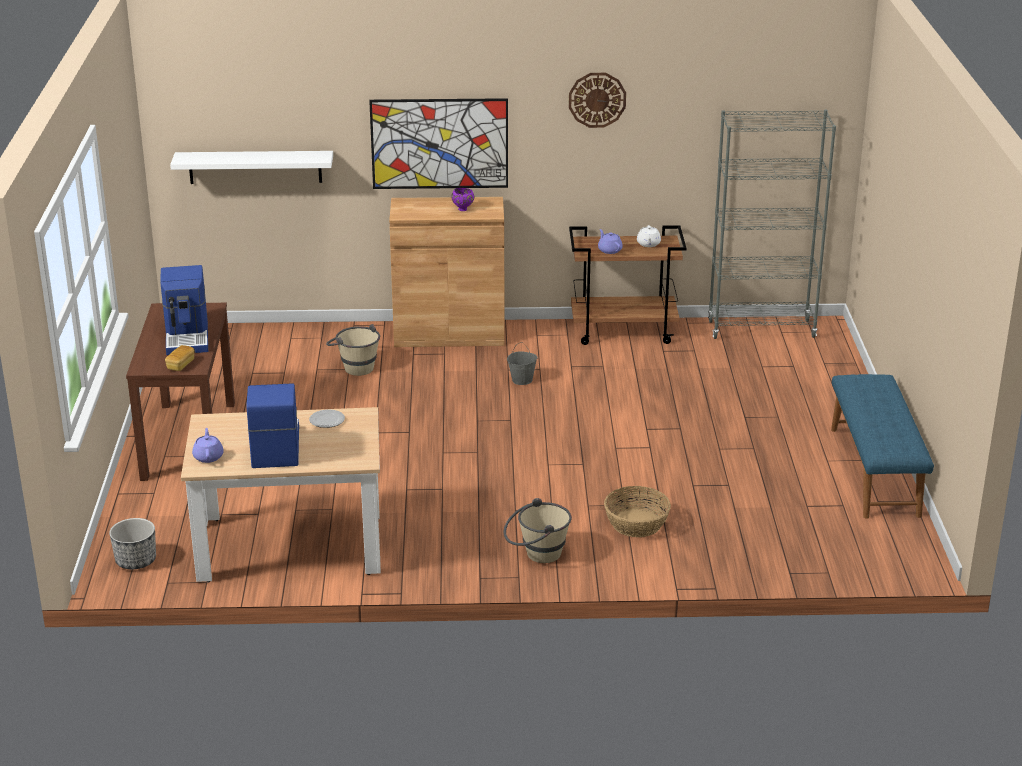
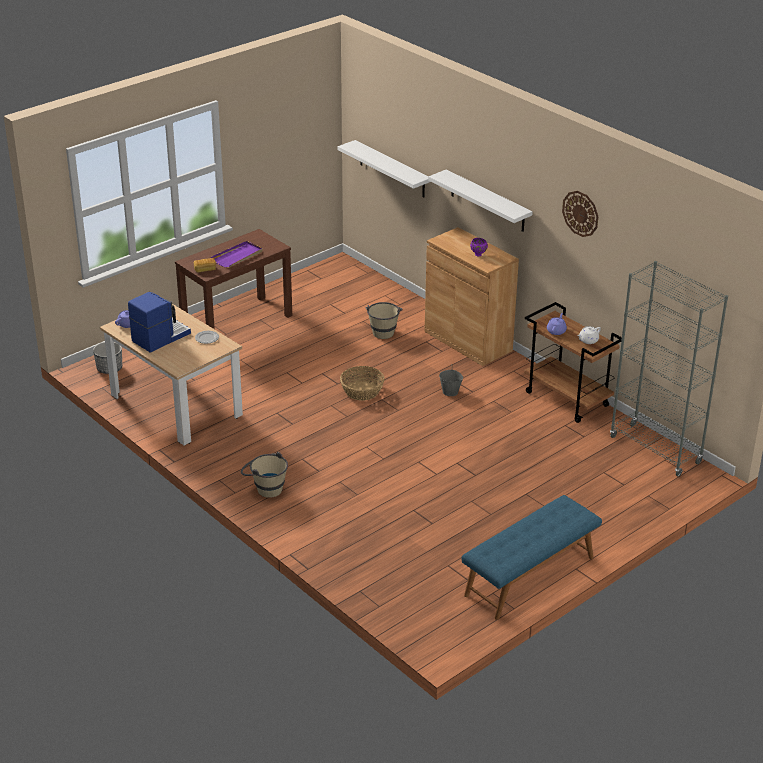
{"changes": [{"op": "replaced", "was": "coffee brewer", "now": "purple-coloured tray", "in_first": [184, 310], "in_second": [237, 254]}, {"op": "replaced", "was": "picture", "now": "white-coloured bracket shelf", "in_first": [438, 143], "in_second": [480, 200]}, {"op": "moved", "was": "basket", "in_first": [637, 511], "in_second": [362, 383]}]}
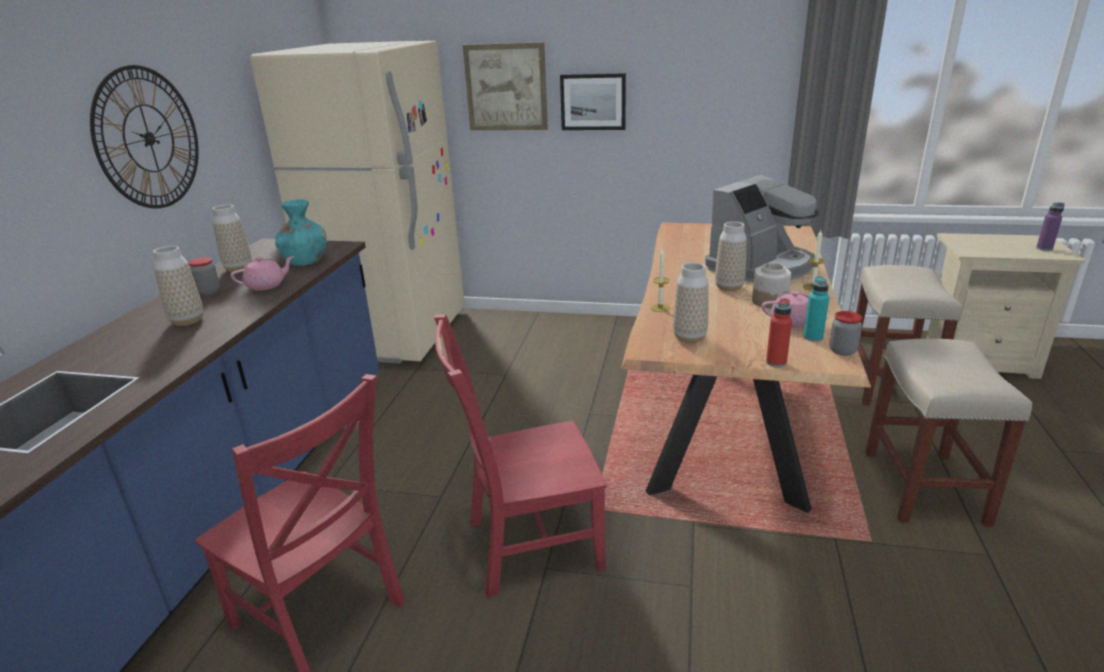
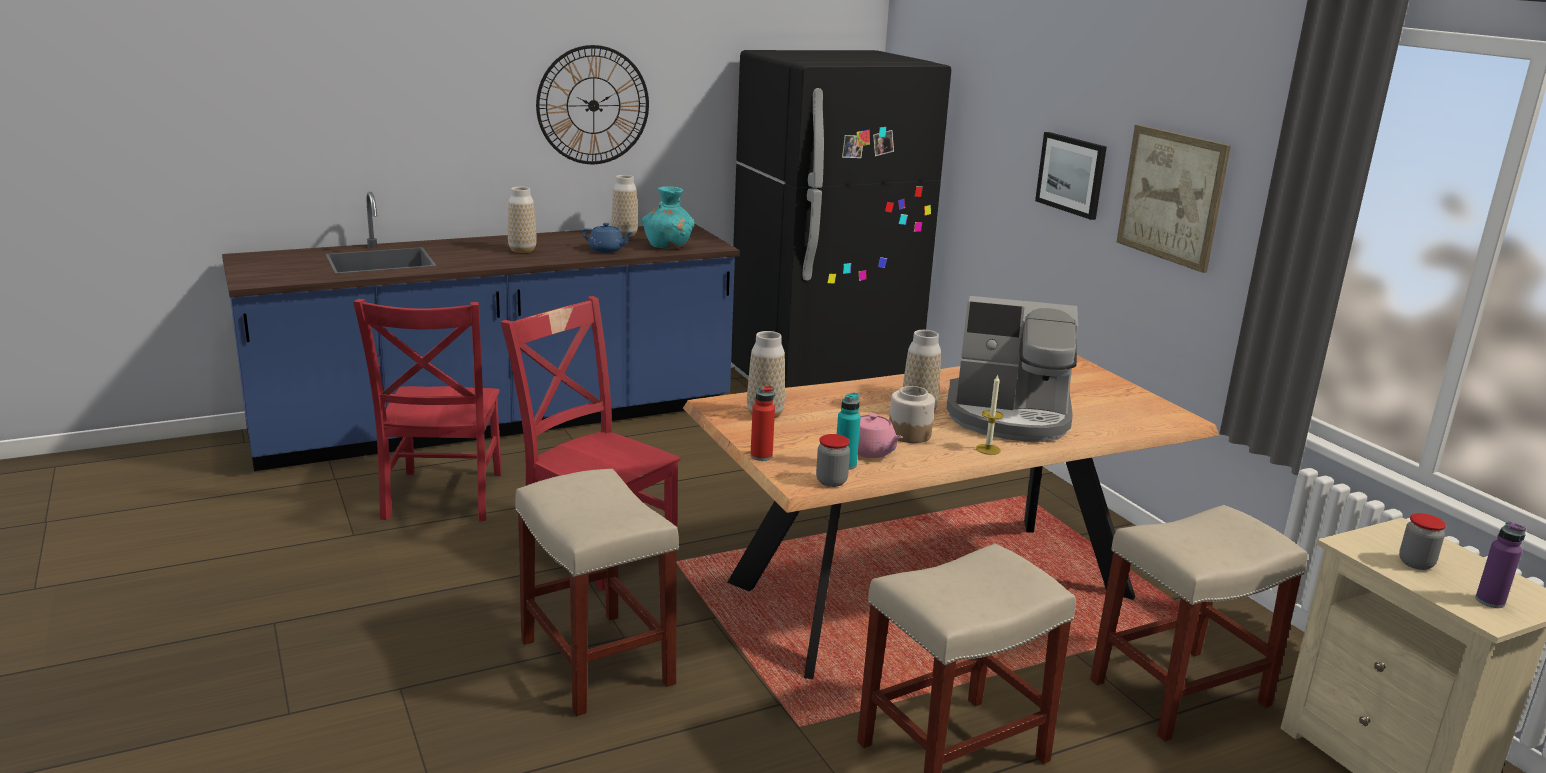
{"changes": [{"op": "moved", "was": "preserve jar", "in_first": [204, 276], "in_second": [1422, 541]}, {"op": "recoloured", "was": "pink teapot", "now": "blue-coloured teapot", "in_first": [262, 273], "in_second": [607, 238]}, {"op": "recoloured", "was": "sand-coloured fridge", "now": "blackish fridge", "in_first": [358, 202], "in_second": [841, 219]}, {"op": "moved", "was": "picture", "in_first": [505, 86], "in_second": [1174, 199]}, {"op": "removed", "was": "wax light", "in_first": [660, 280]}, {"op": "added", "now": "sand-coloured stool seat", "in_second": [597, 592]}]}
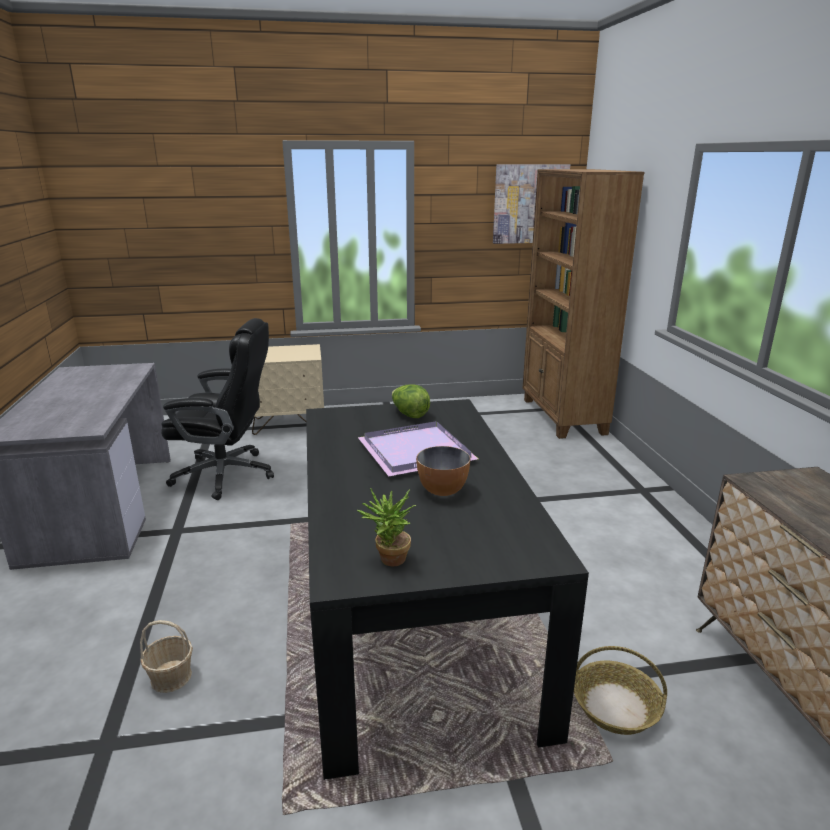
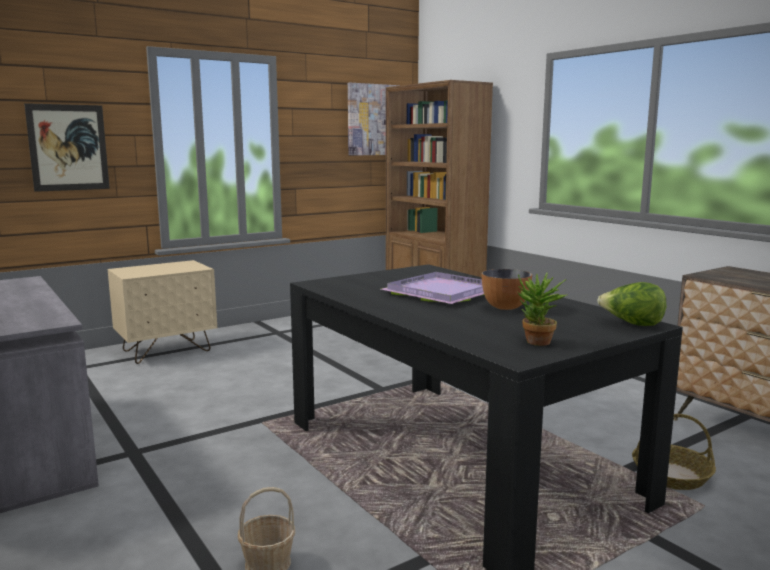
{"changes": [{"op": "removed", "was": "blackish office chair", "in_first": [217, 409]}, {"op": "moved", "was": "lettuce head", "in_first": [411, 401], "in_second": [631, 304]}, {"op": "added", "now": "picture", "in_second": [67, 147]}]}
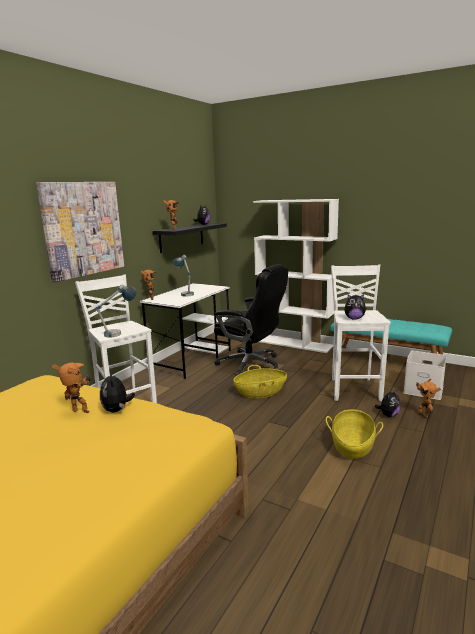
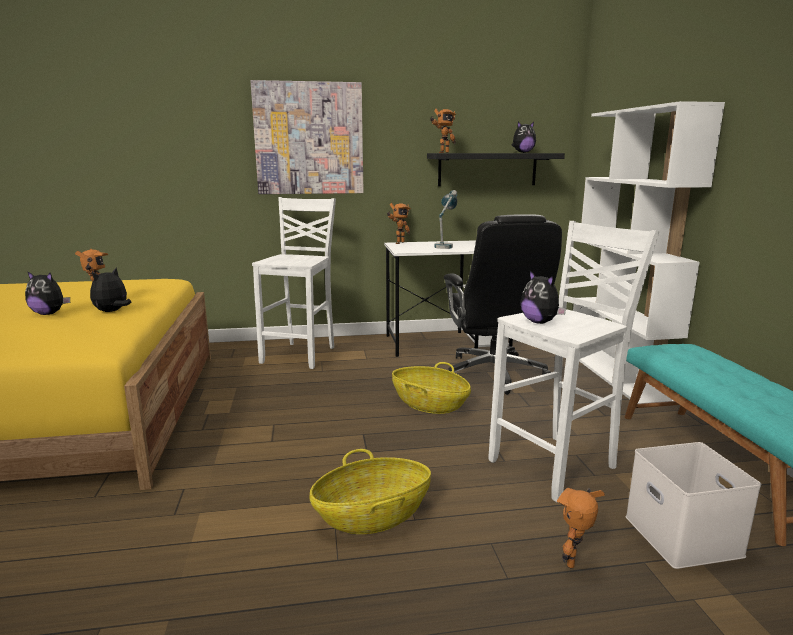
{"changes": [{"op": "removed", "was": "lamp for a table", "in_first": [116, 311]}, {"op": "moved", "was": "plush toy", "in_first": [388, 403], "in_second": [47, 293]}]}
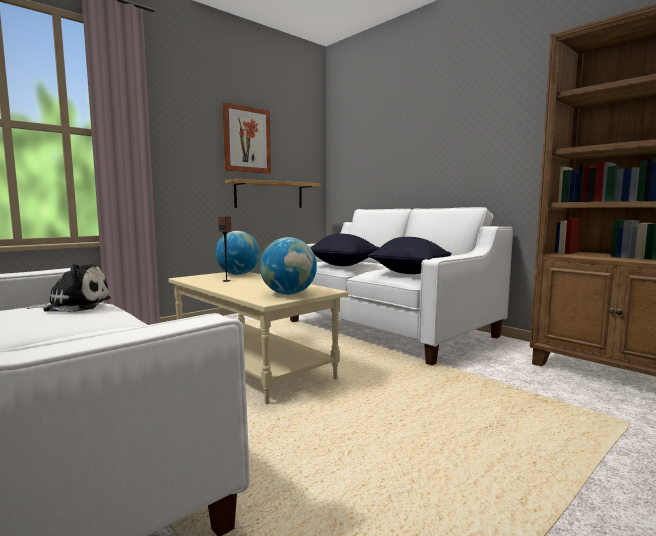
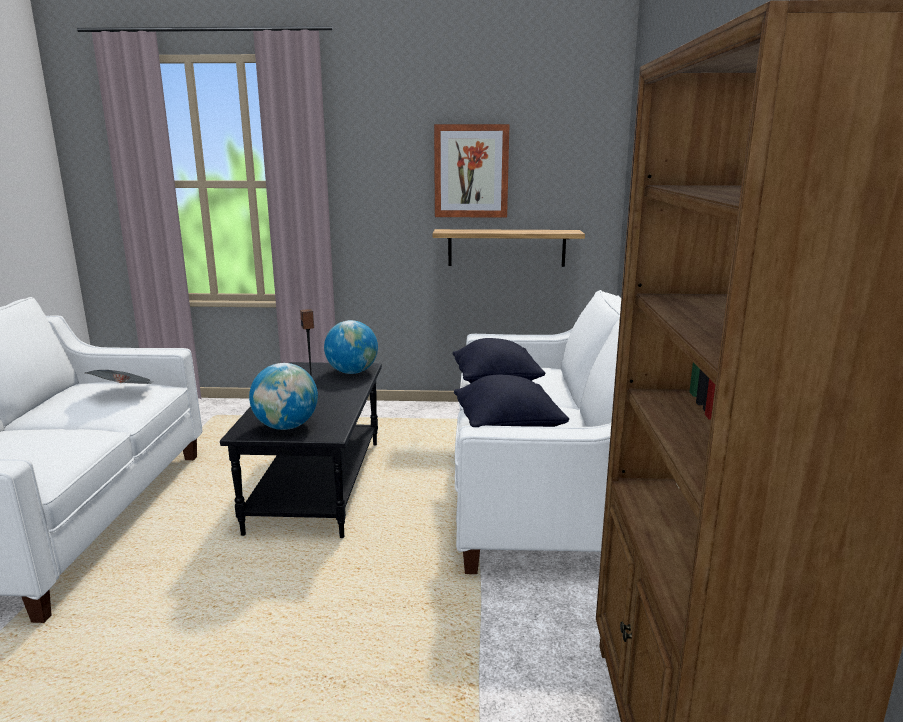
{"changes": [{"op": "replaced", "was": "plush toy", "now": "daily paper", "in_first": [69, 288], "in_second": [119, 377]}, {"op": "recoloured", "was": "sand-coloured lounge table", "now": "blackish lounge table", "in_first": [258, 338], "in_second": [301, 450]}]}
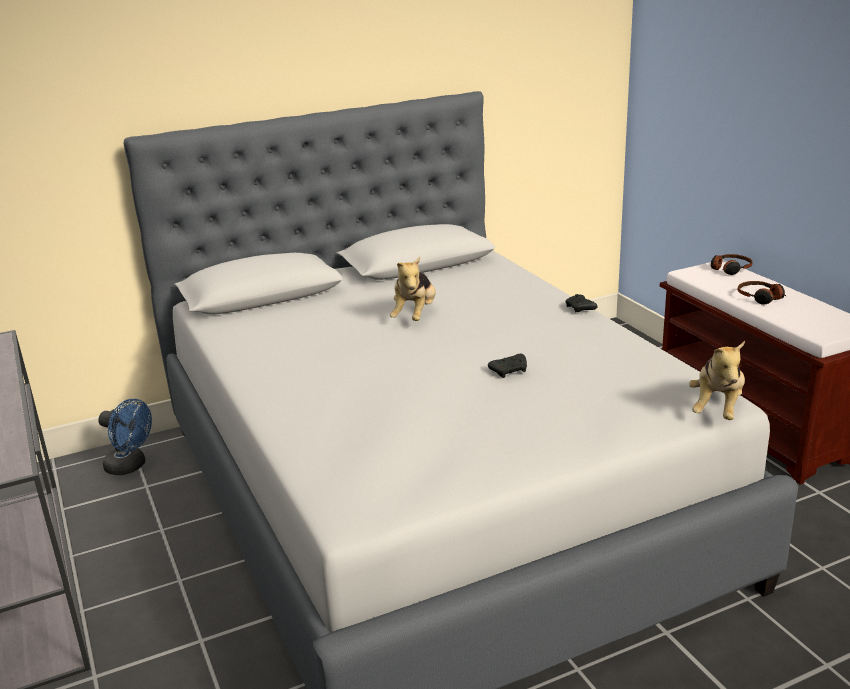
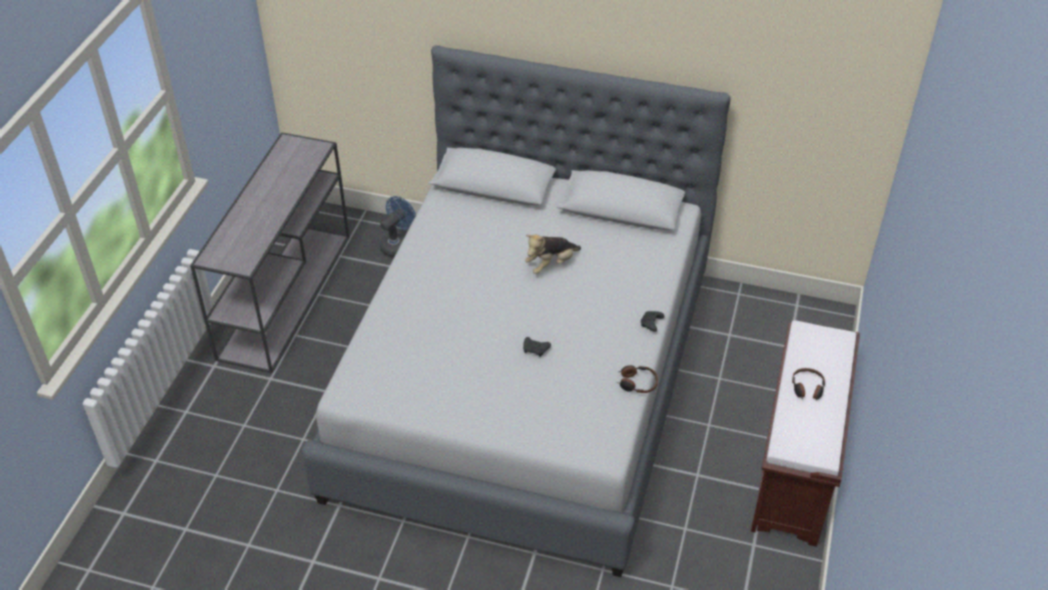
{"changes": [{"op": "turned", "was": "blue-coloured electric fan", "in_first": [125, 437], "in_second": [398, 226], "clockwise": -120}, {"op": "removed", "was": "plush toy", "in_first": [717, 380]}, {"op": "moved", "was": "headphones", "in_first": [732, 264], "in_second": [637, 379]}]}
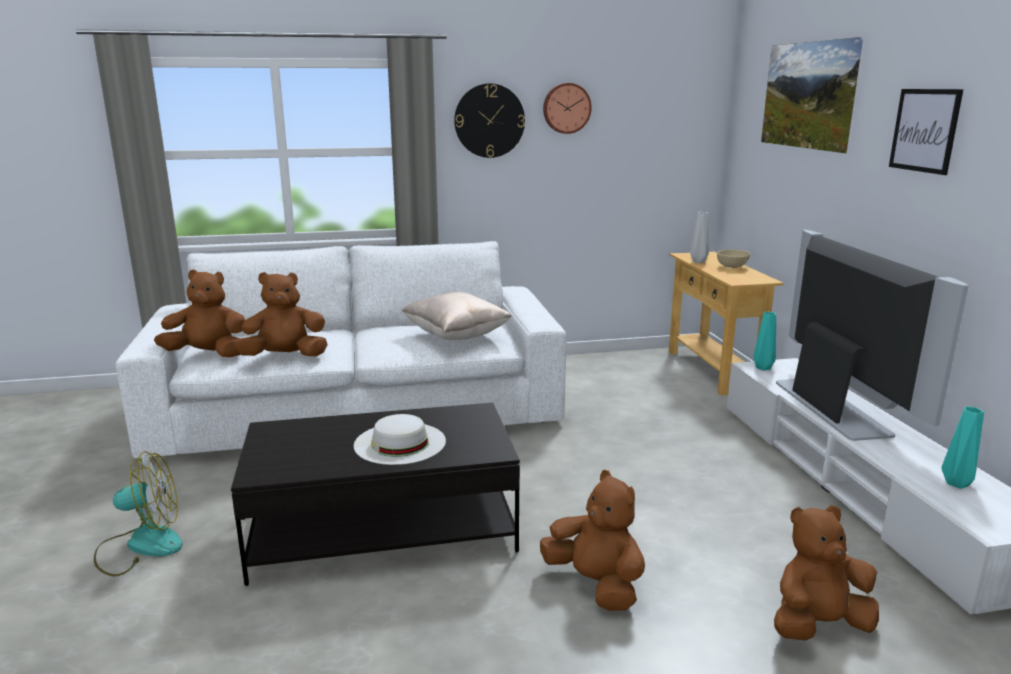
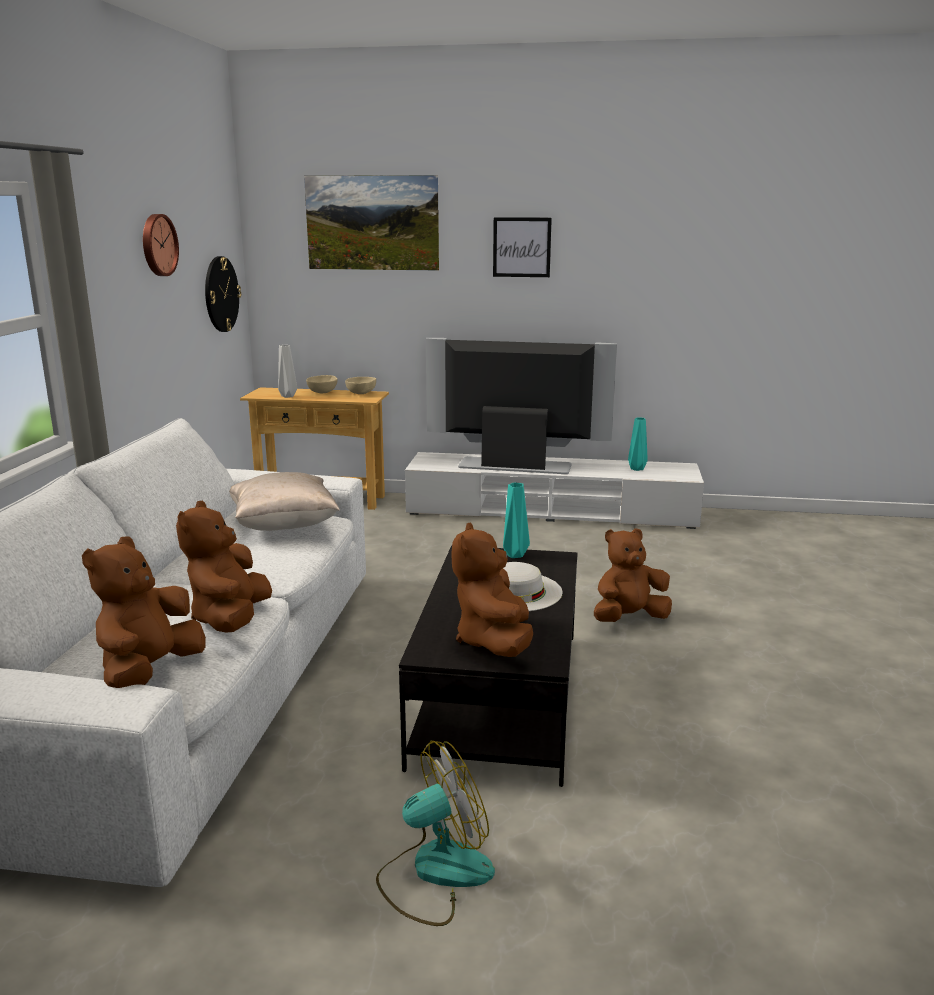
{"changes": [{"op": "turned", "was": "electric fan", "in_first": [138, 513], "in_second": [435, 833], "clockwise": 60}, {"op": "moved", "was": "clock on the wall", "in_first": [489, 120], "in_second": [223, 294]}, {"op": "moved", "was": "turquoise-coloured flower vase", "in_first": [764, 341], "in_second": [516, 520]}, {"op": "moved", "was": "brown plush toy", "in_first": [826, 573], "in_second": [492, 589]}, {"op": "added", "now": "sand-coloured bowl", "in_second": [360, 385]}]}
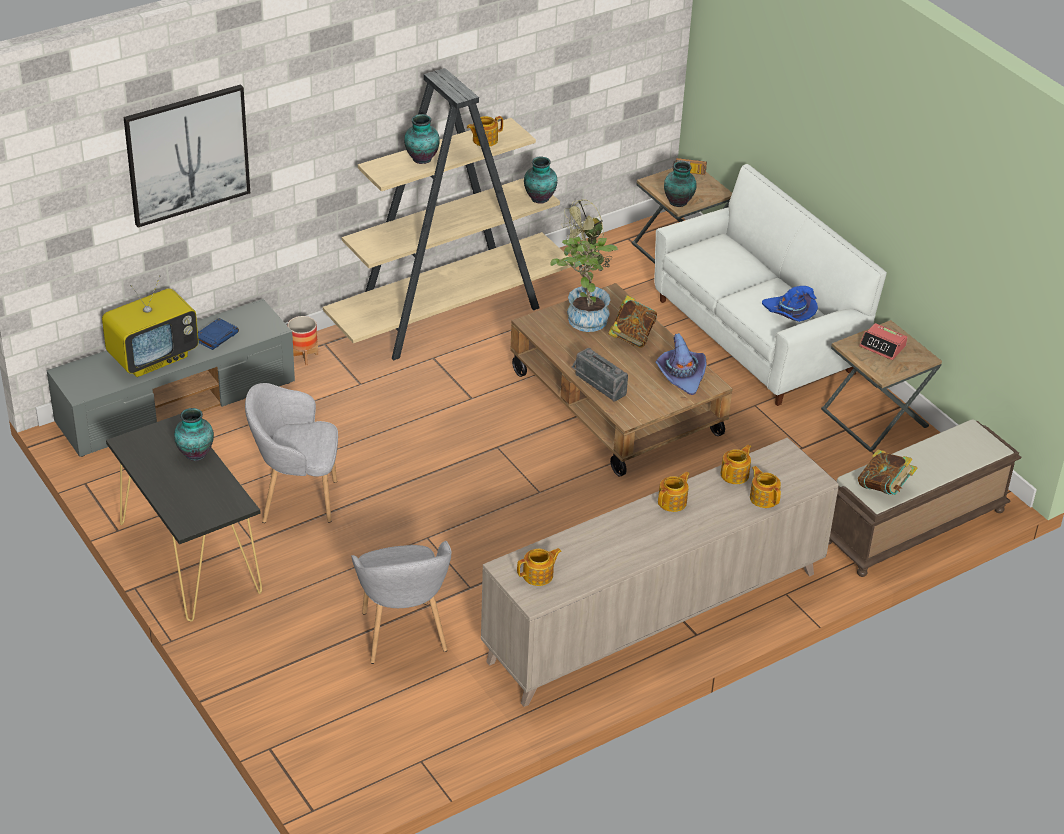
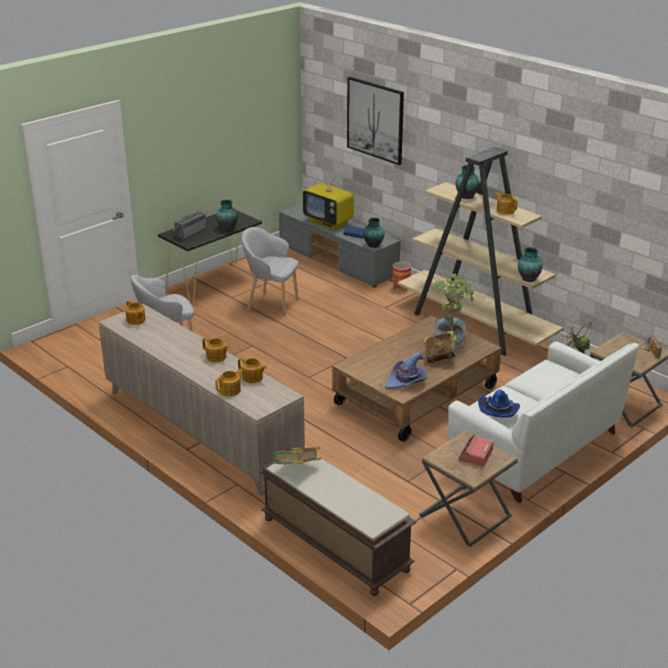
{"changes": [{"op": "turned", "was": "grey armchair", "in_first": [291, 453], "in_second": [270, 271], "clockwise": -60}, {"op": "moved", "was": "radio set", "in_first": [600, 375], "in_second": [189, 225]}, {"op": "moved", "was": "flower vase", "in_first": [680, 184], "in_second": [374, 232]}]}
